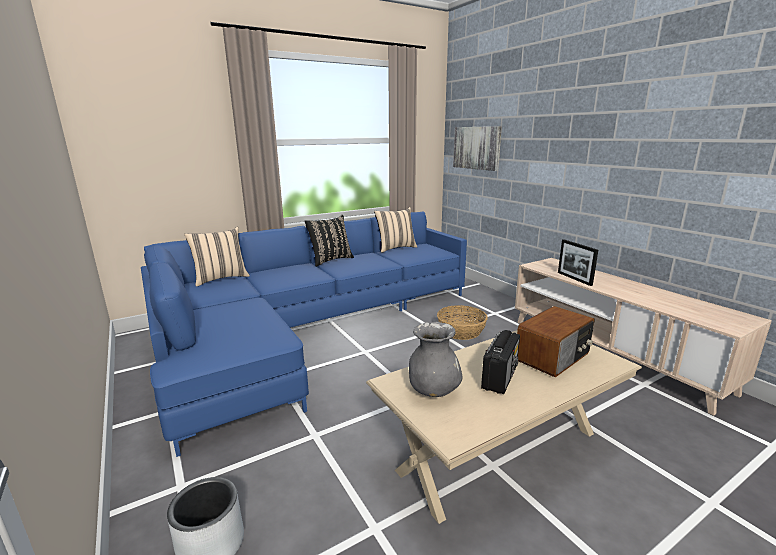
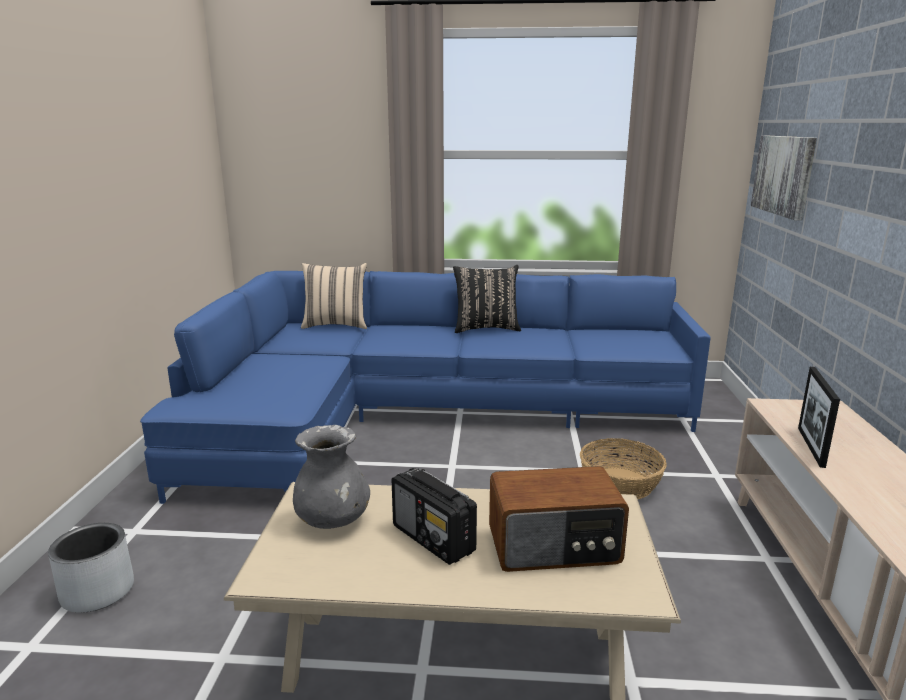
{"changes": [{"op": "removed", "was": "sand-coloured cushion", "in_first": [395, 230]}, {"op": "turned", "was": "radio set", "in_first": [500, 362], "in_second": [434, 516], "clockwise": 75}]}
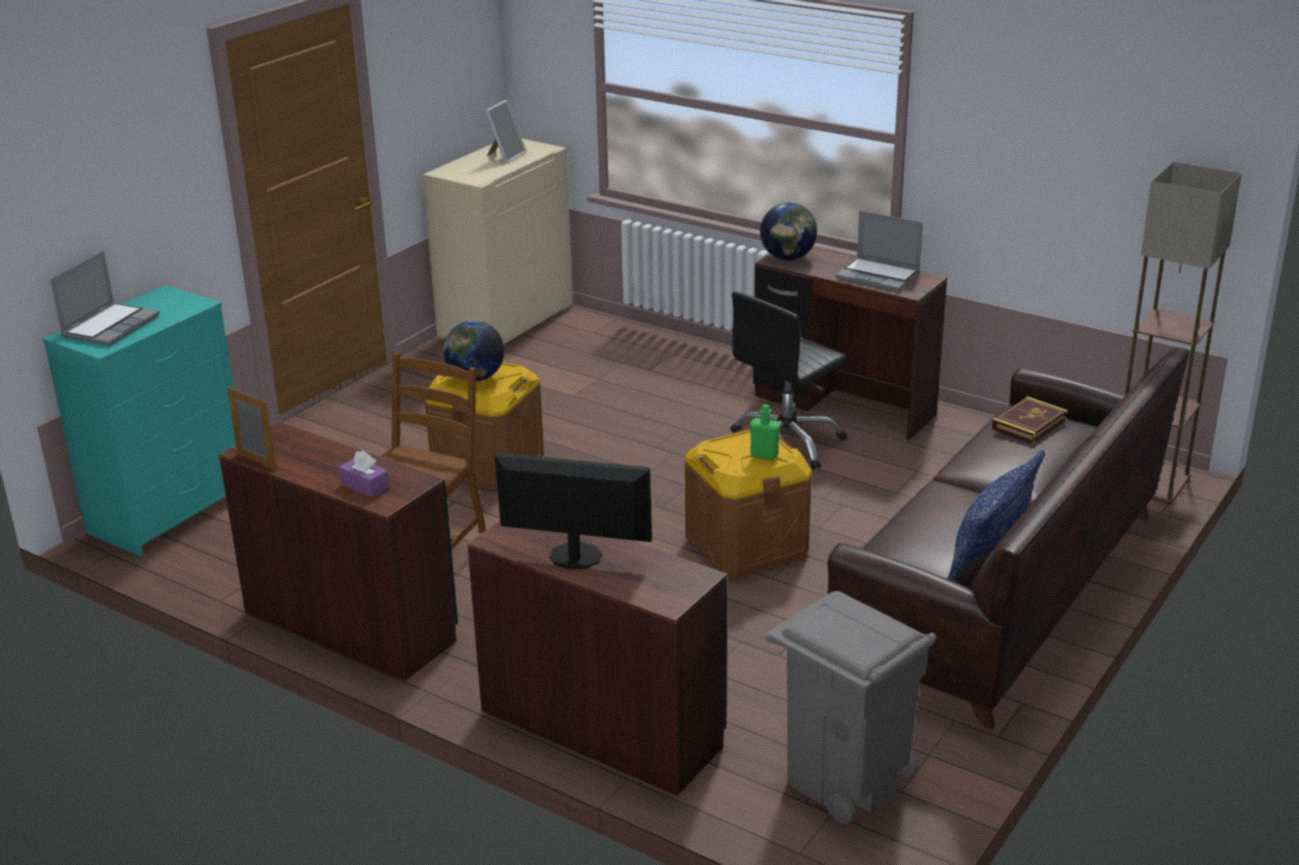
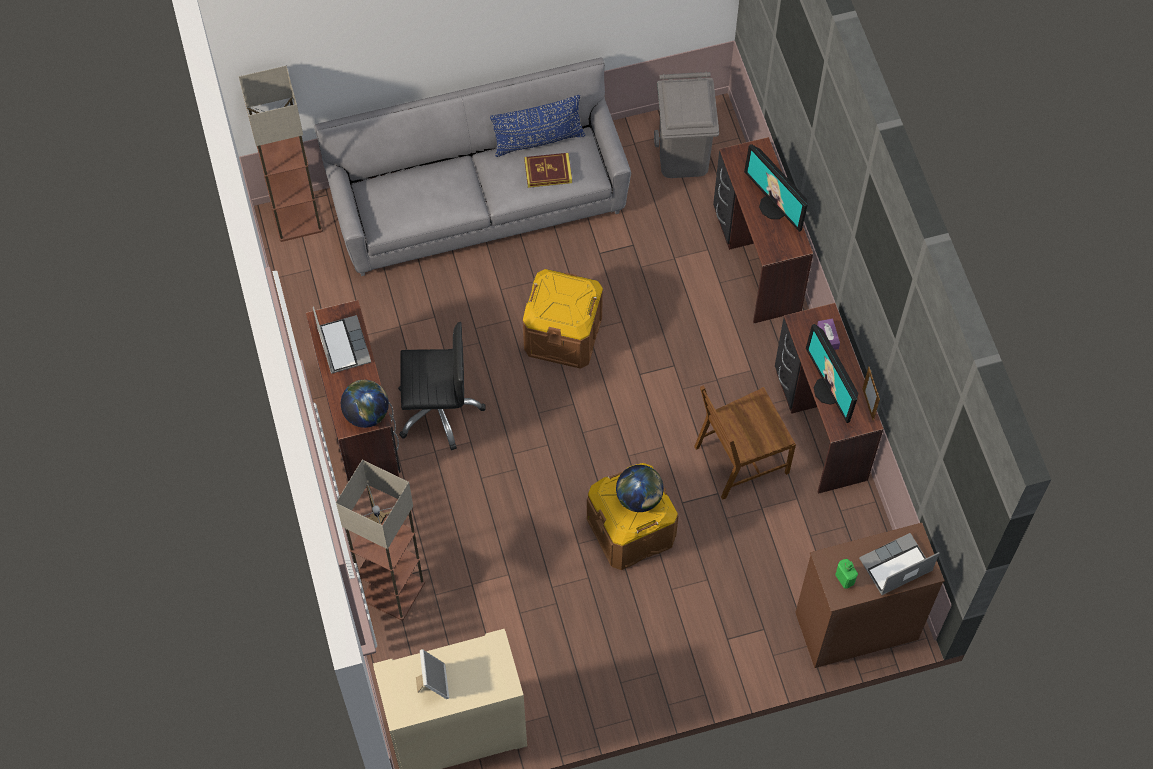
{"changes": [{"op": "recoloured", "was": "turquoise-coloured drawer chest", "now": "brown drawer chest", "in_first": [139, 421], "in_second": [870, 595]}, {"op": "turned", "was": "picture frame", "in_first": [505, 131], "in_second": [432, 674], "clockwise": 105}, {"op": "moved", "was": "greenish bottle", "in_first": [765, 432], "in_second": [846, 574]}, {"op": "recoloured", "was": "brown settee", "now": "grey settee", "in_first": [1008, 538], "in_second": [472, 167]}, {"op": "moved", "was": "bound book", "in_first": [1030, 420], "in_second": [548, 170]}, {"op": "added", "now": "floor lamp", "in_second": [380, 540]}, {"op": "added", "now": "monitor", "in_second": [832, 373]}]}
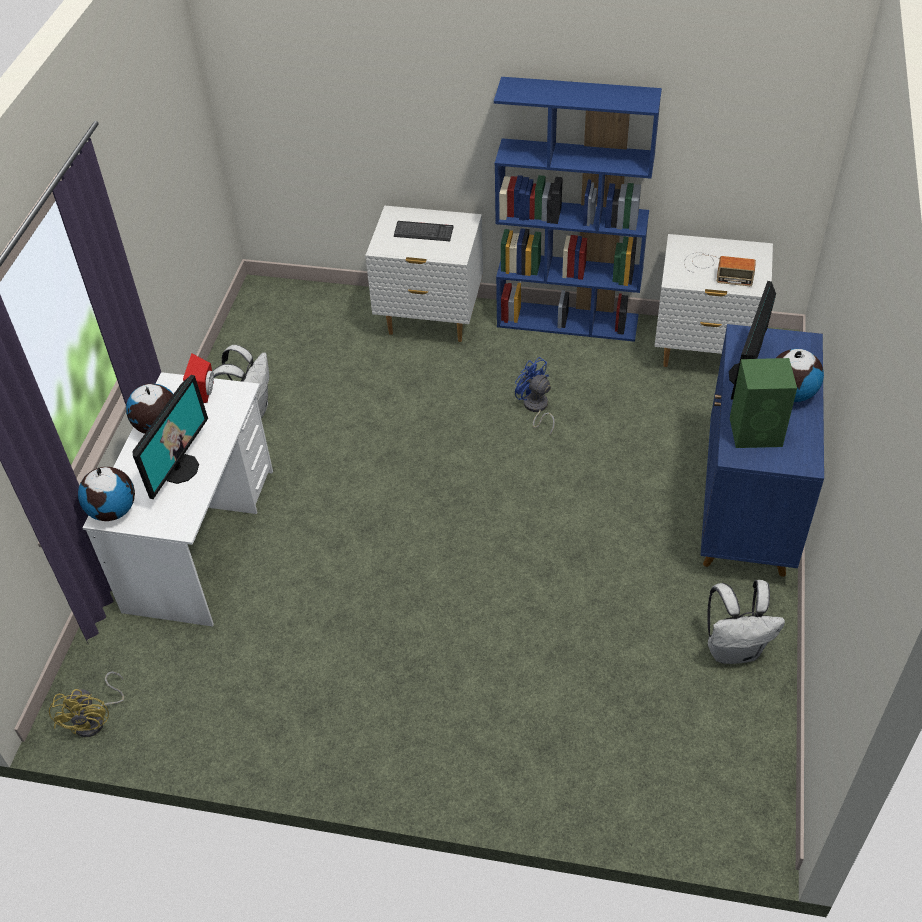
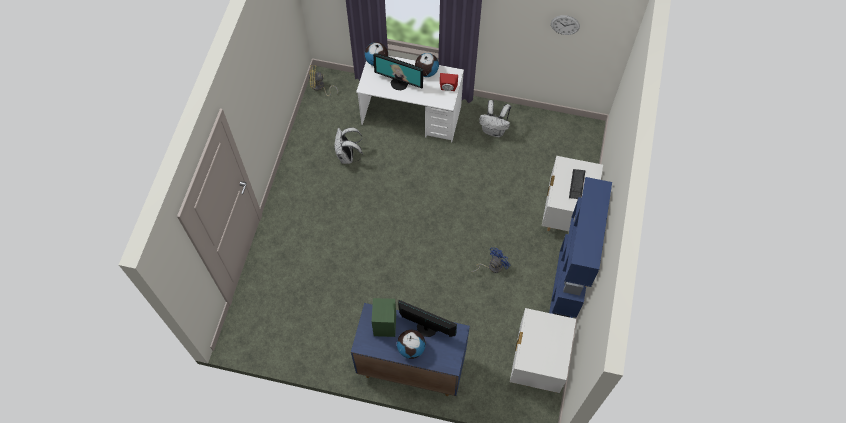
{"changes": [{"op": "removed", "was": "radio set", "in_first": [720, 269]}, {"op": "moved", "was": "white-coloured rucksack", "in_first": [746, 622], "in_second": [348, 145]}, {"op": "added", "now": "clock on the wall", "in_second": [565, 25]}]}
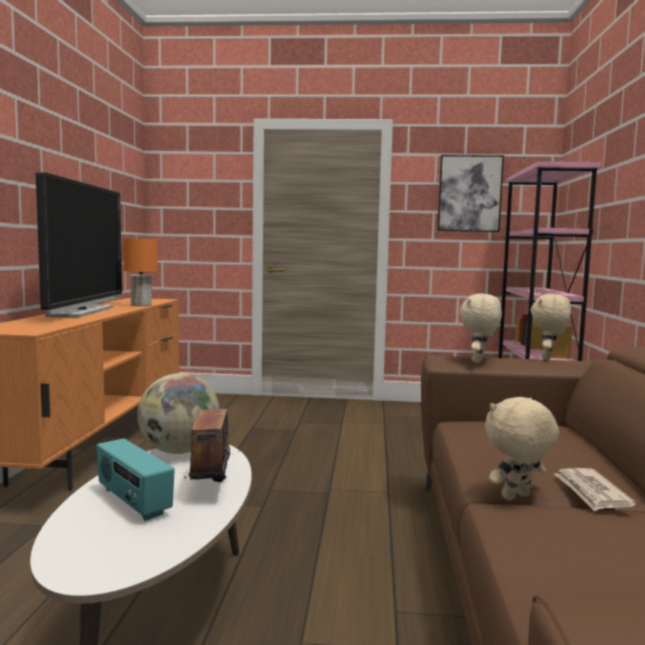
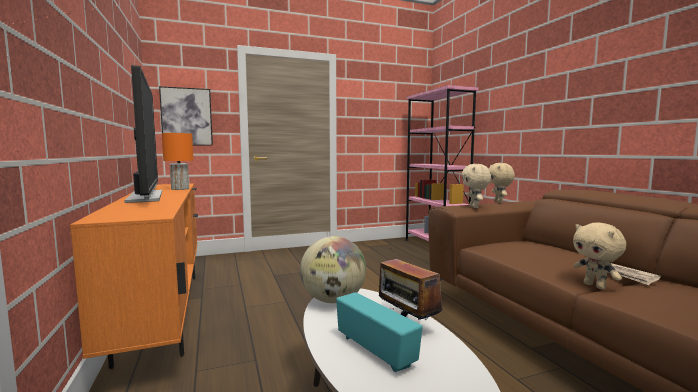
{"changes": [{"op": "turned", "was": "radio set", "in_first": [135, 480], "in_second": [379, 332], "clockwise": -150}, {"op": "moved", "was": "picture", "in_first": [470, 193], "in_second": [186, 116]}, {"op": "turned", "was": "sand-coloured plush toy", "in_first": [522, 448], "in_second": [599, 256], "clockwise": -60}]}
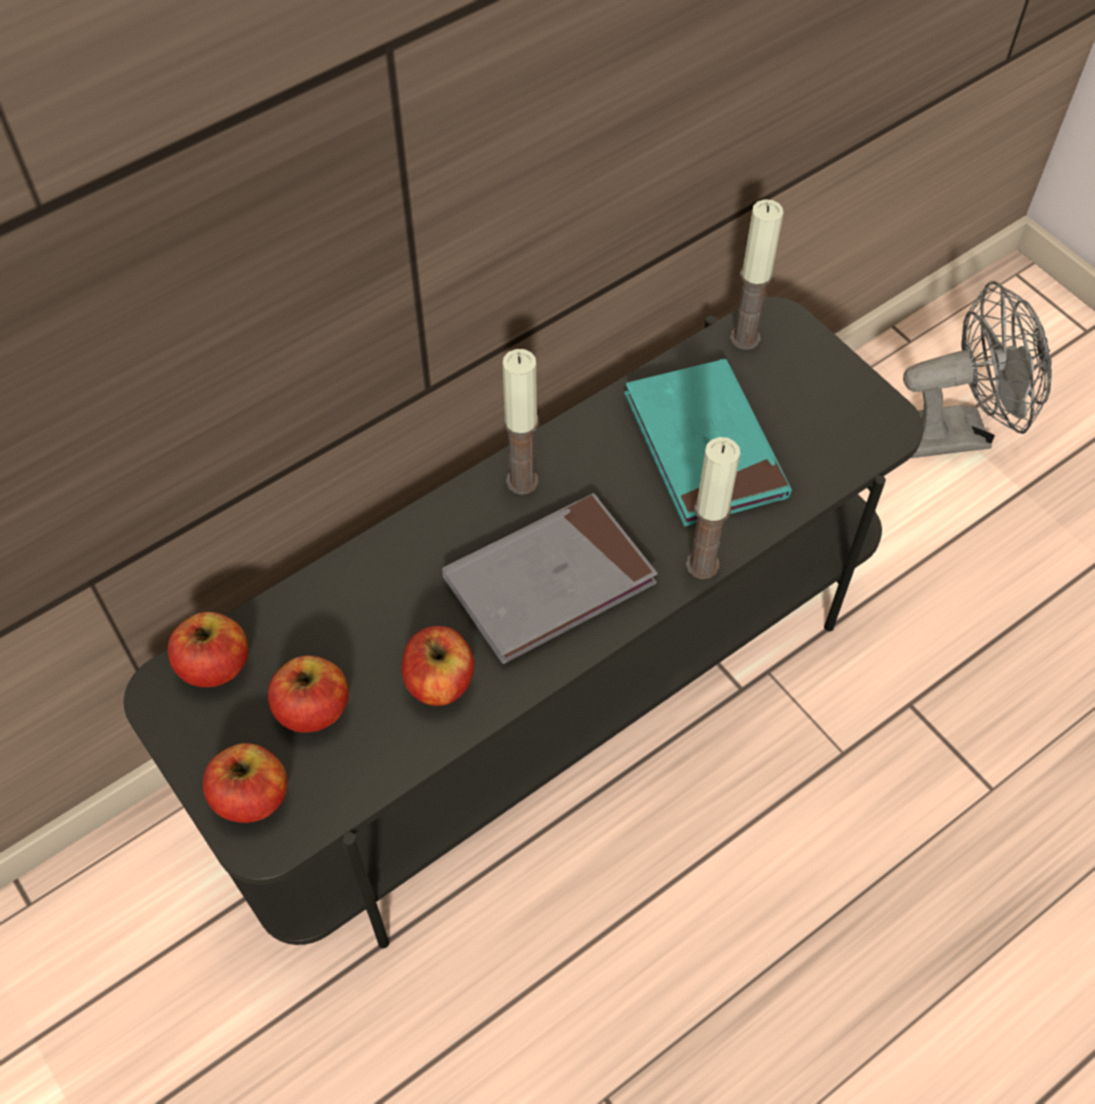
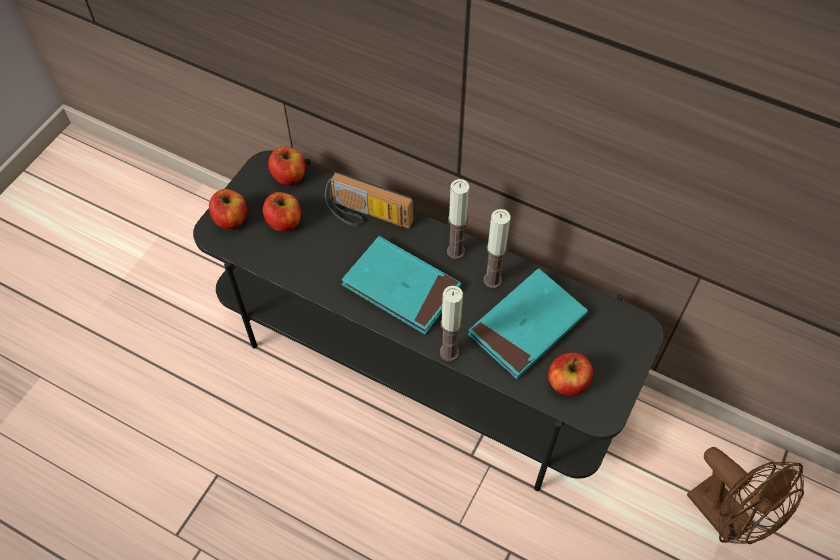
{"changes": [{"op": "moved", "was": "whole apple", "in_first": [437, 666], "in_second": [570, 374]}, {"op": "recoloured", "was": "grey bound book", "now": "turquoise-coloured bound book", "in_first": [550, 578], "in_second": [401, 285]}, {"op": "moved", "was": "wax light", "in_first": [757, 274], "in_second": [497, 248]}, {"op": "recoloured", "was": "grey electric fan", "now": "brown electric fan", "in_first": [977, 369], "in_second": [745, 495]}, {"op": "added", "now": "radio set", "in_second": [369, 200]}]}
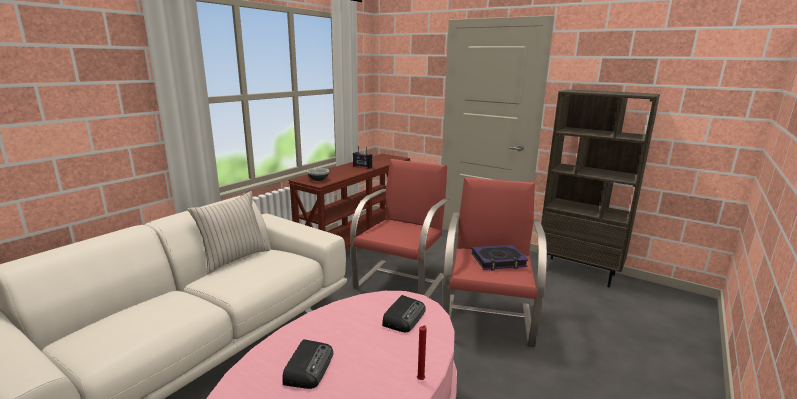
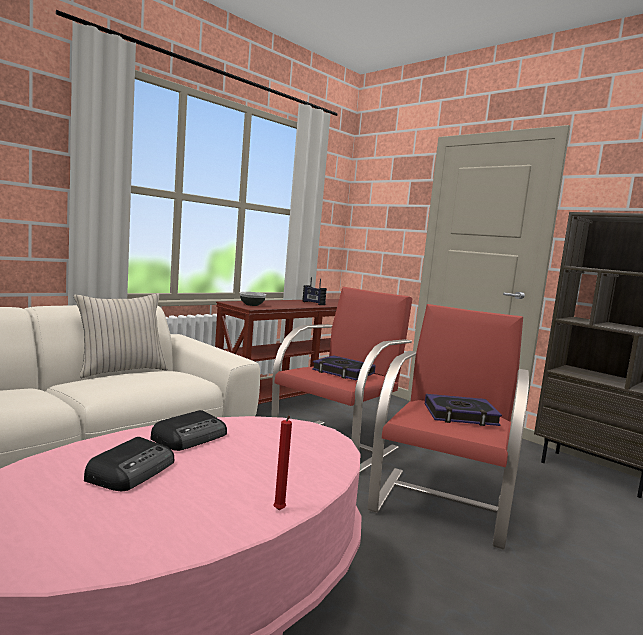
{"changes": [{"op": "moved", "was": "radio set", "in_first": [404, 313], "in_second": [188, 430]}, {"op": "added", "now": "bound book", "in_second": [344, 367]}]}
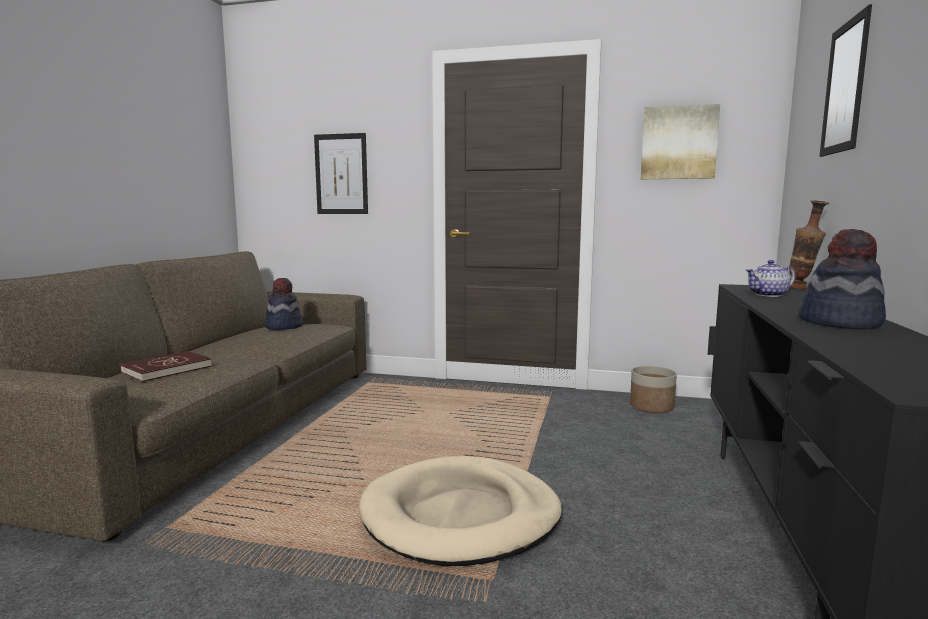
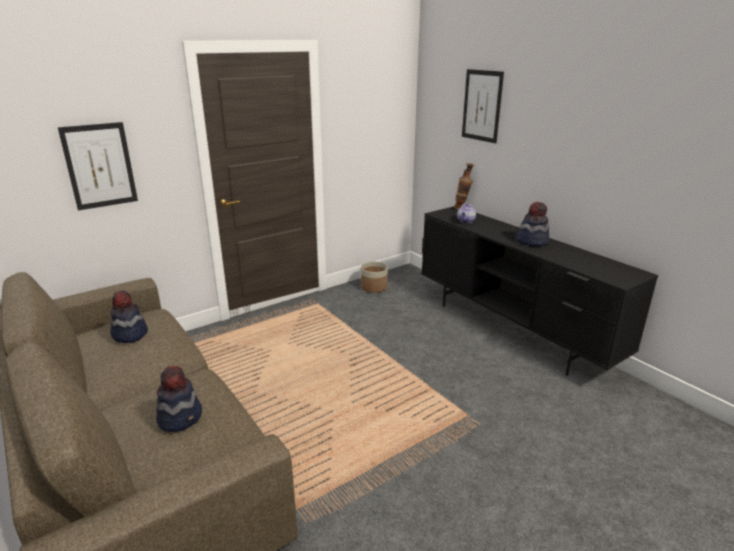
{"changes": [{"op": "replaced", "was": "red bound book", "now": "clothing hat", "in_first": [166, 366], "in_second": [179, 399]}, {"op": "removed", "was": "sand-coloured dog bed", "in_first": [460, 511]}, {"op": "removed", "was": "picture", "in_first": [680, 141]}]}
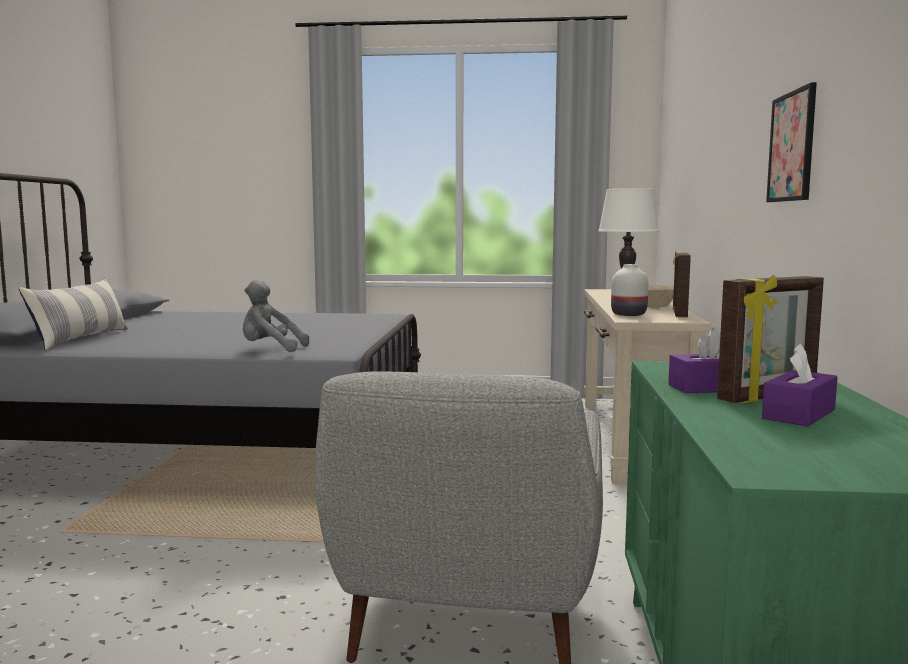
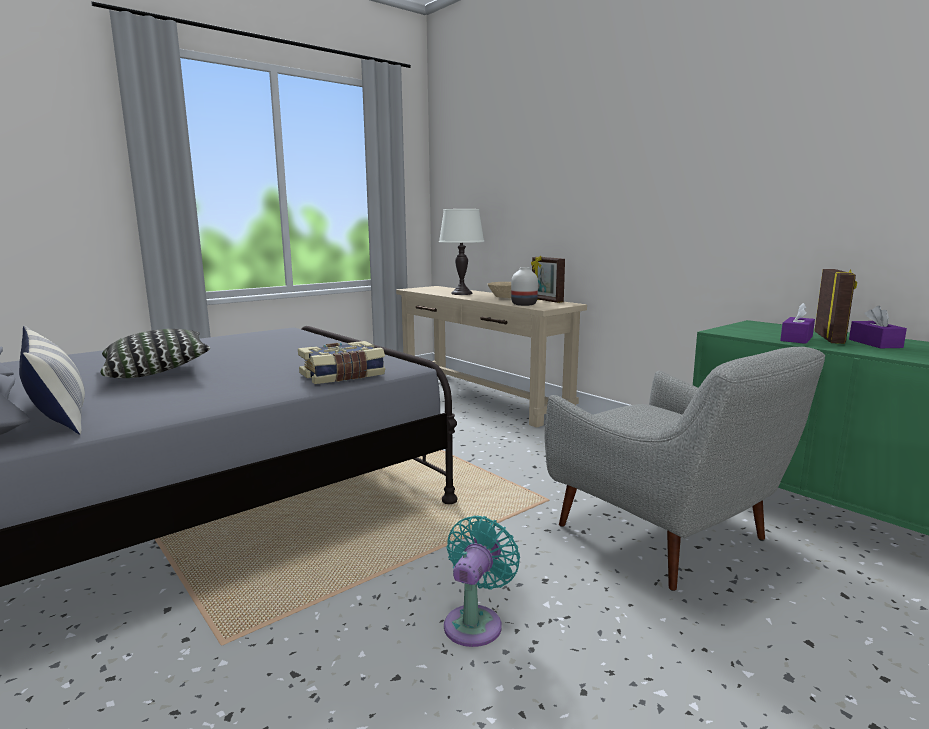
{"changes": [{"op": "replaced", "was": "grey plush toy", "now": "bound book", "in_first": [276, 316], "in_second": [342, 362]}, {"op": "removed", "was": "picture", "in_first": [791, 142]}, {"op": "added", "now": "cushion", "in_second": [155, 353]}, {"op": "added", "now": "turquoise-coloured electric fan", "in_second": [482, 581]}]}
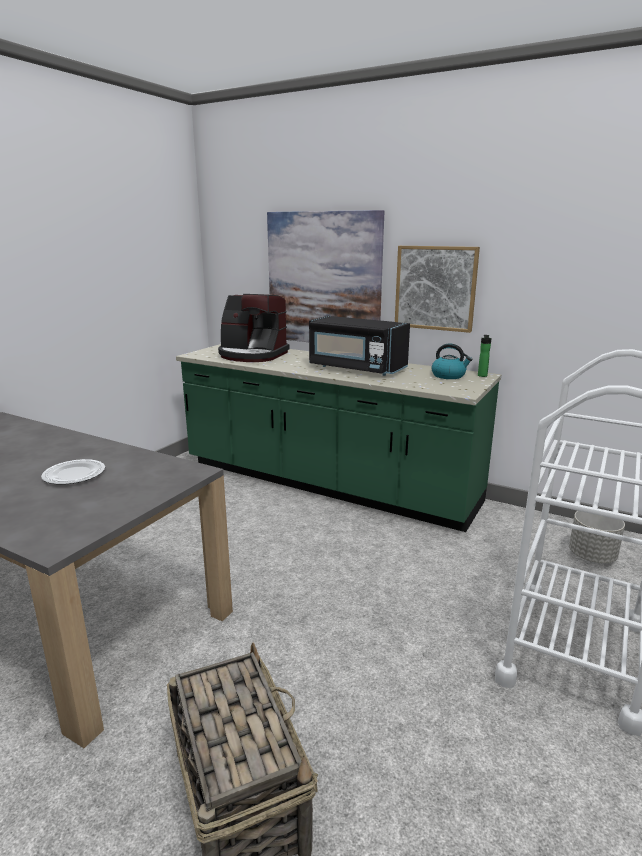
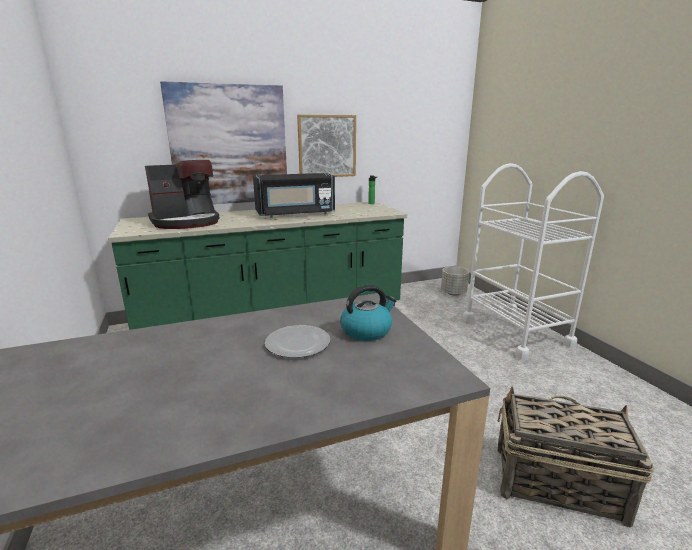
{"changes": [{"op": "moved", "was": "water kettle", "in_first": [451, 361], "in_second": [368, 313]}]}
